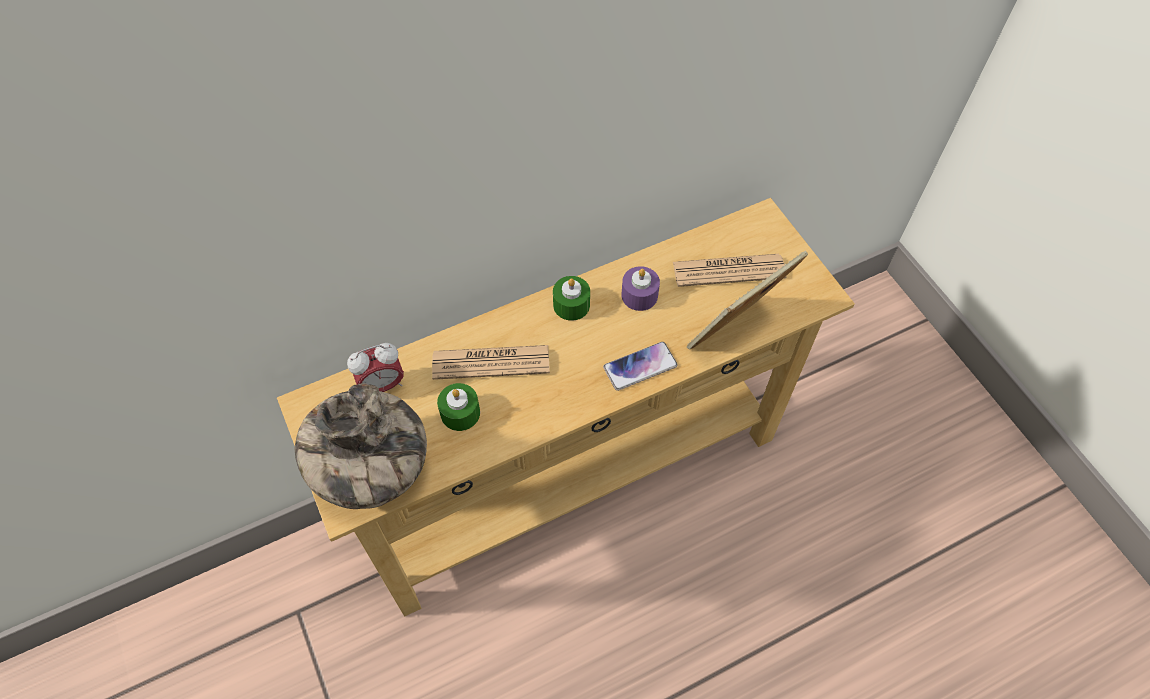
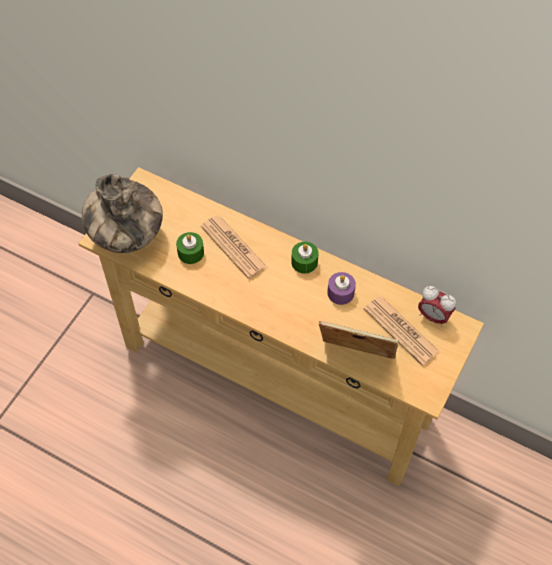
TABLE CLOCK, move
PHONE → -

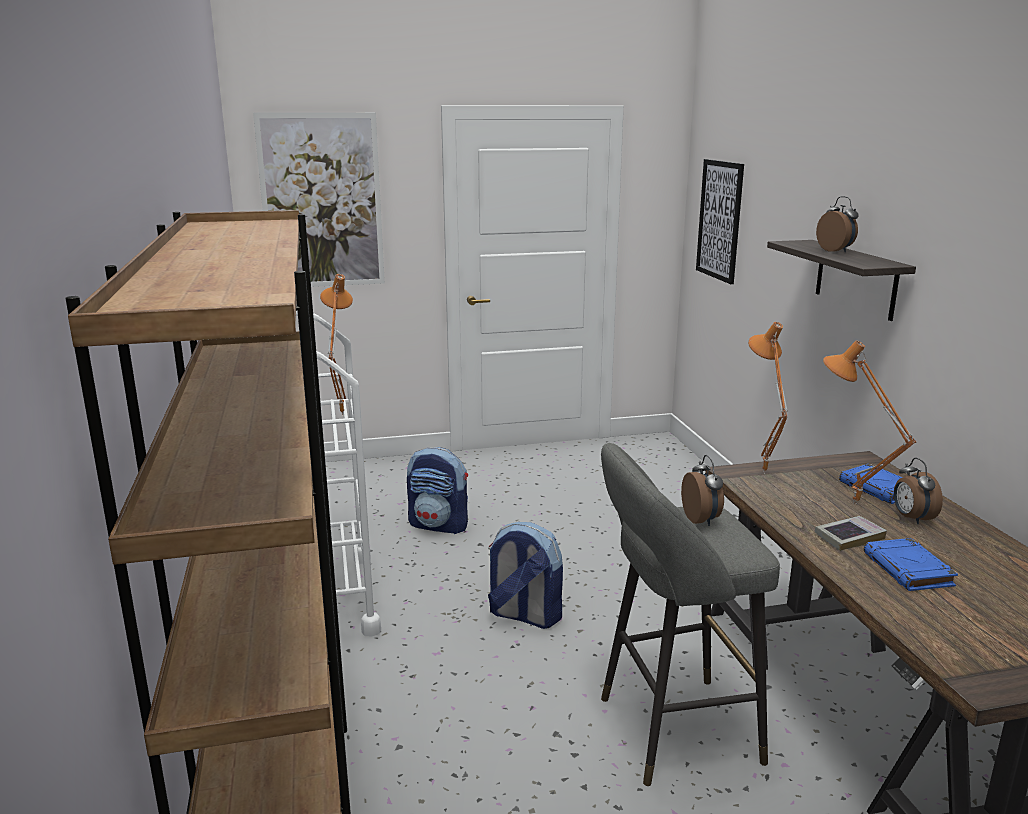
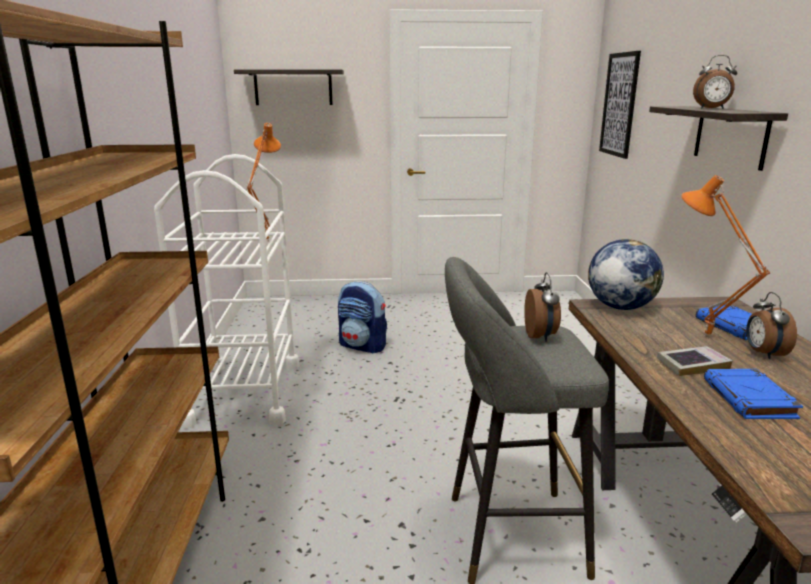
PICTURE (1st from left) → WALL SHELF (1st from left)
KNAPSACK (2nd from left) → -
ORANGE-COLOURED TABLE LAMP (2nd from left) → DESK GLOBE
TABLE CLOCK (2nd from left), 120 degrees clockwise

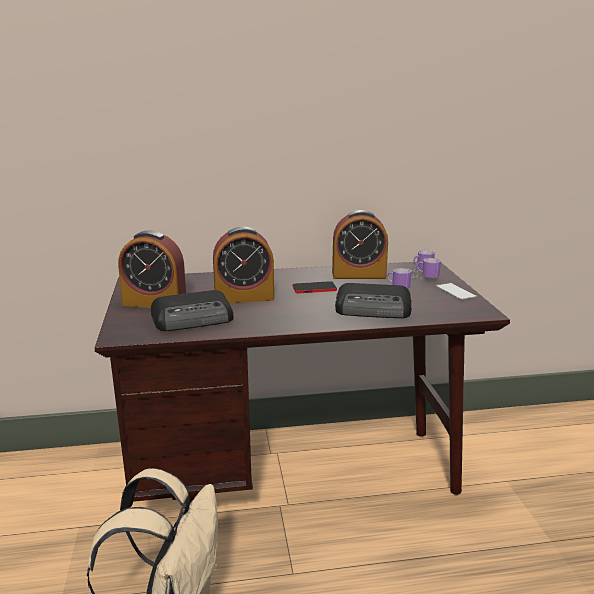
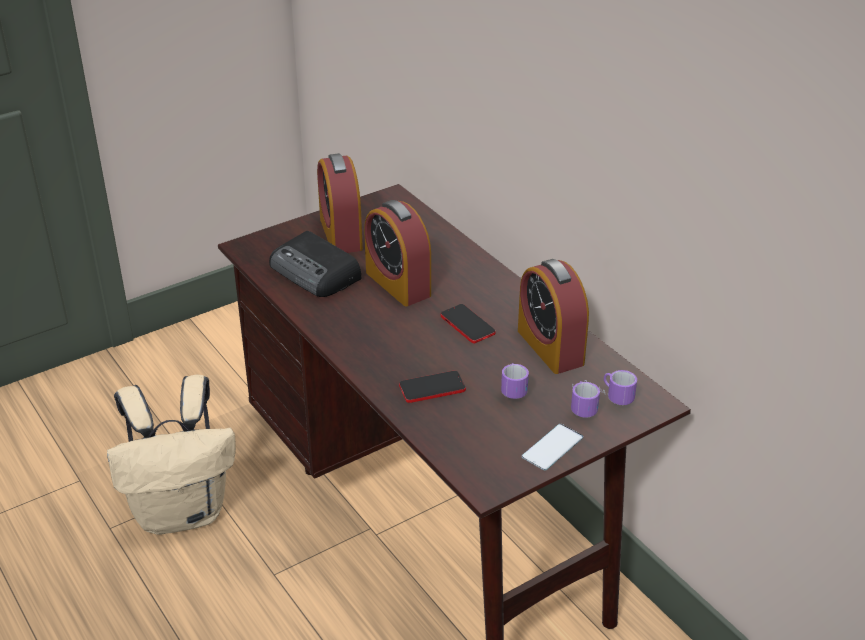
RADIO SET (2nd from left) → PHONE (1st from left)

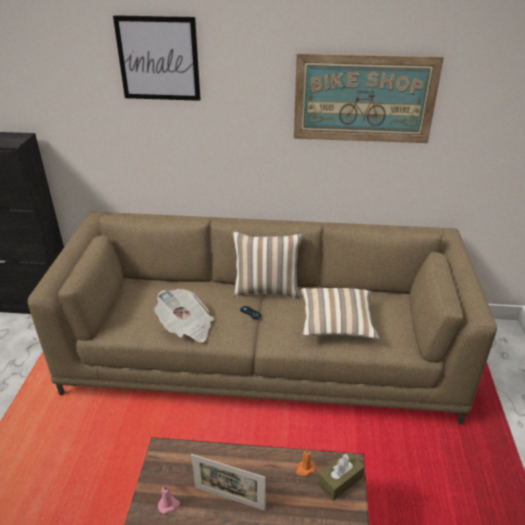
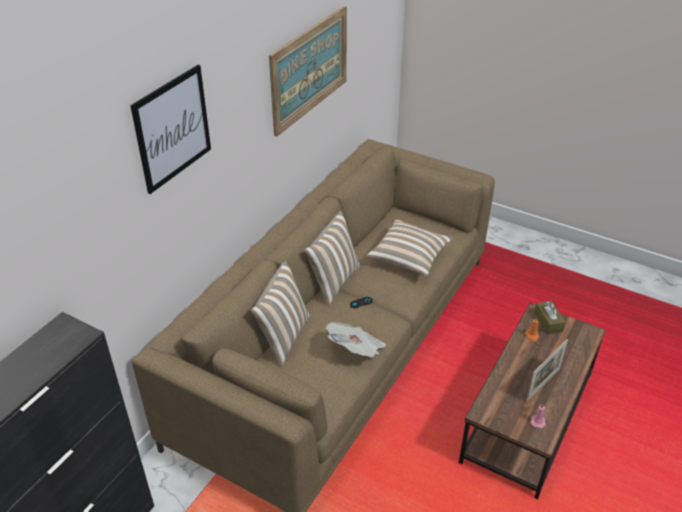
- → CUSHION (1st from left)

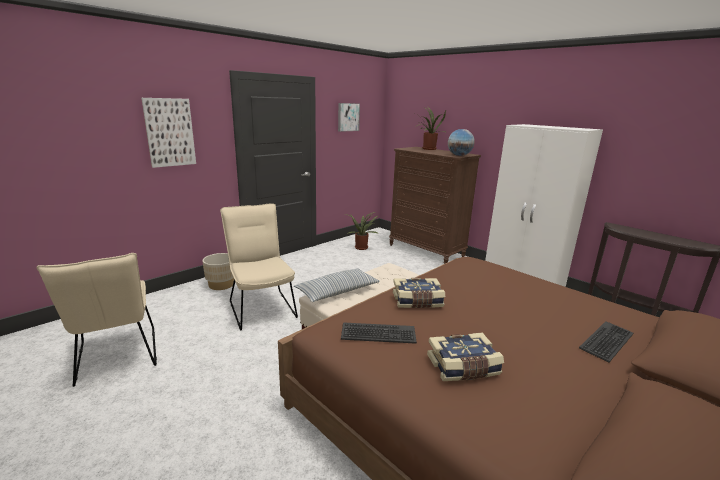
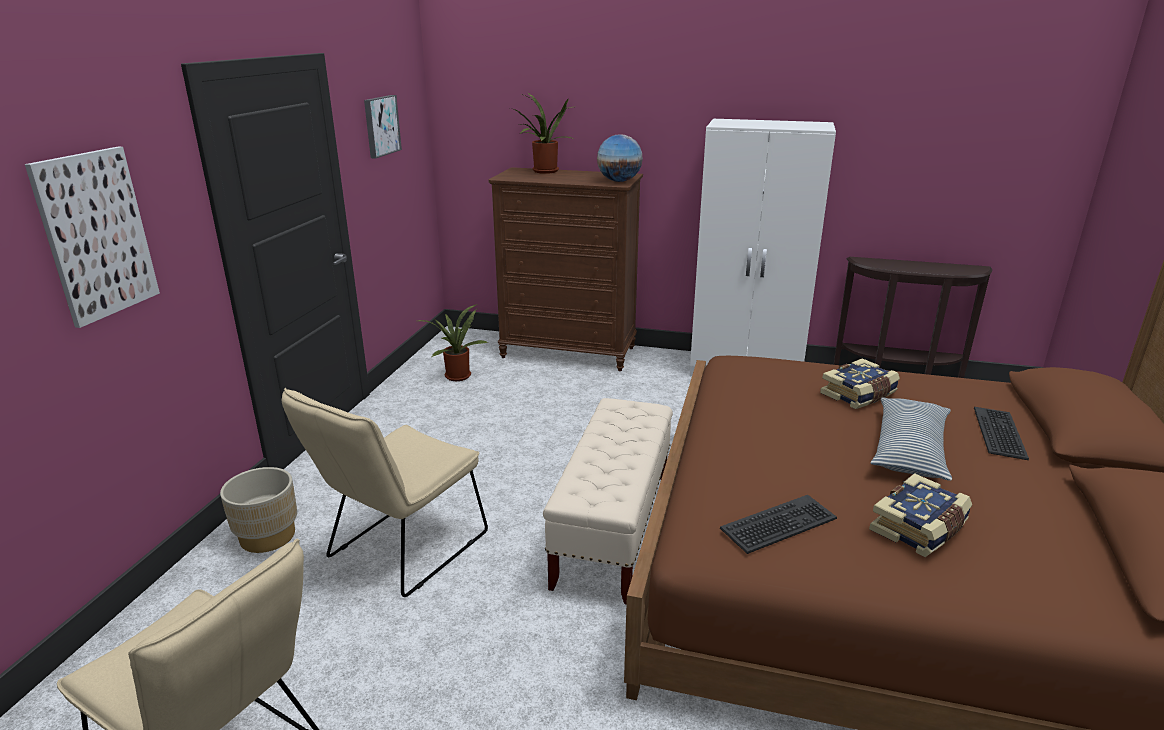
BEIGE-COLOURED CHAIR (2nd from left), 90 degrees counterclockwise
CUSHION, move
BOUND BOOK (1st from left), move

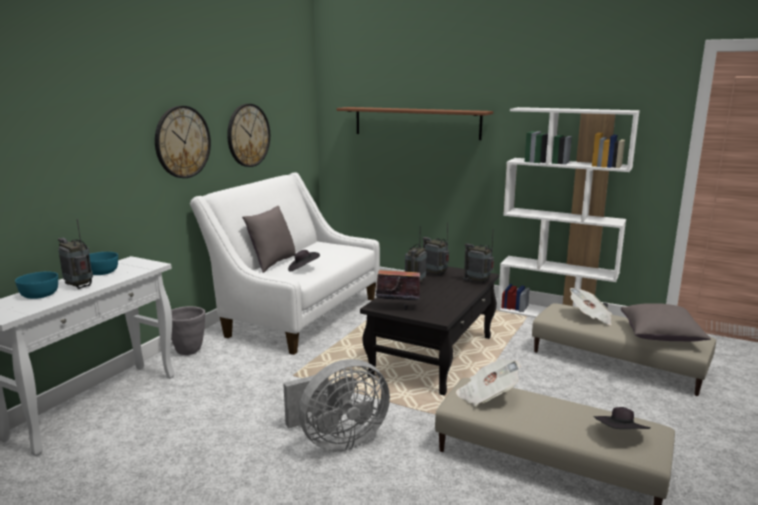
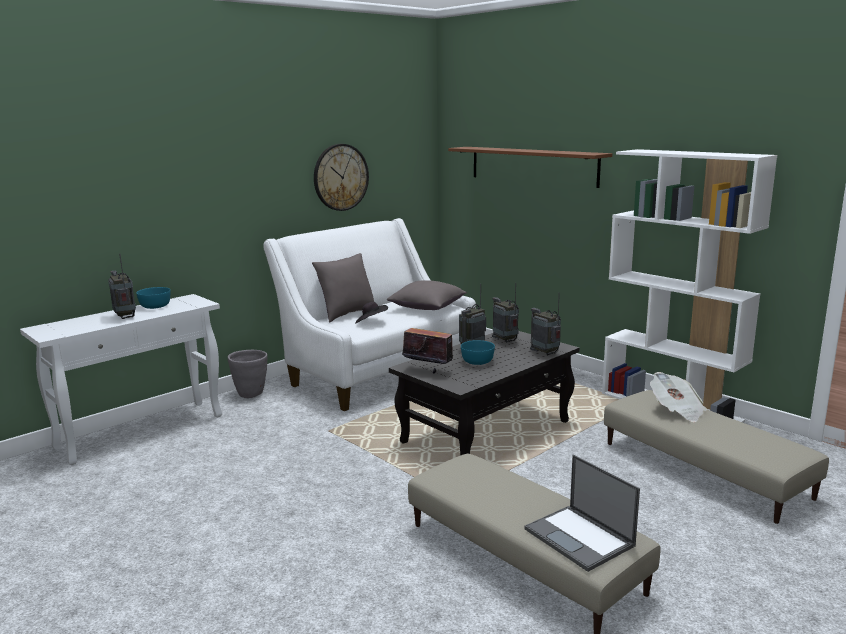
TURQUOISE BOWL (1st from left in the first image) → TURQUOISE BOWL (2nd from left), move
WALL CLOCK (1st from left) → -
GREY ELECTRIC FAN → -
PRINTED PAPER (1st from left) → -
BLACK HAT (2nd from left) → LAPTOP
GREY CUSHION (2nd from left), move

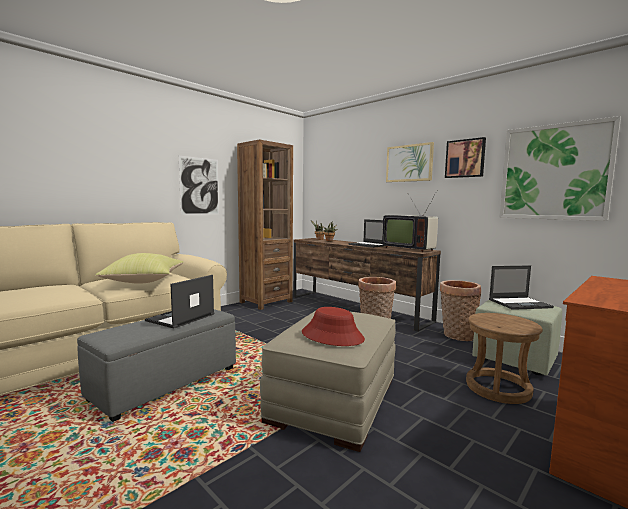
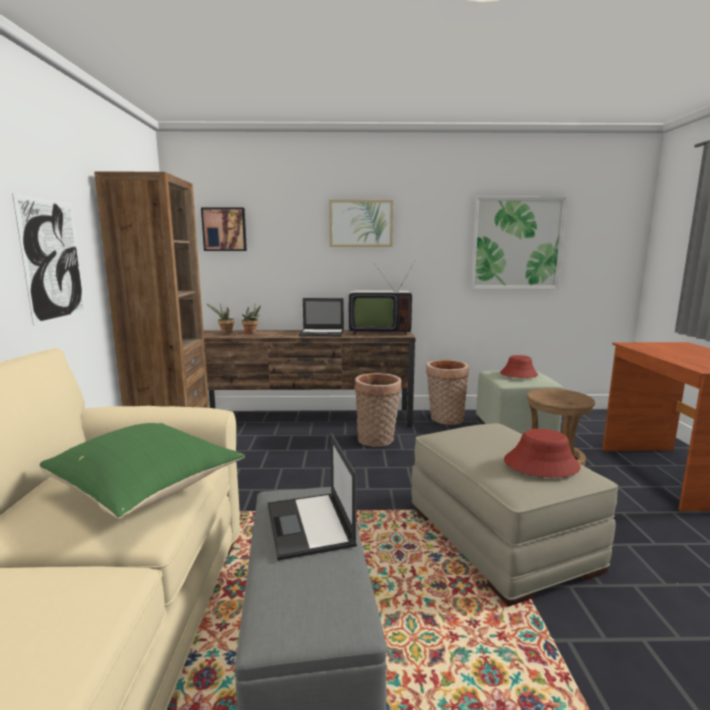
YELLOWISH CUSHION → GREENISH CUSHION
PICTURE (3rd from left in the first image) → PICTURE (2nd from left), move
LAPTOP (3rd from left) → RED HAT (1st from left)

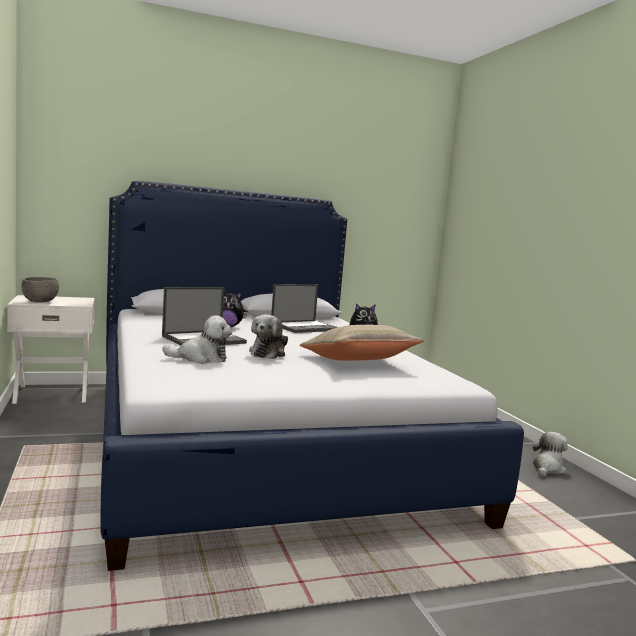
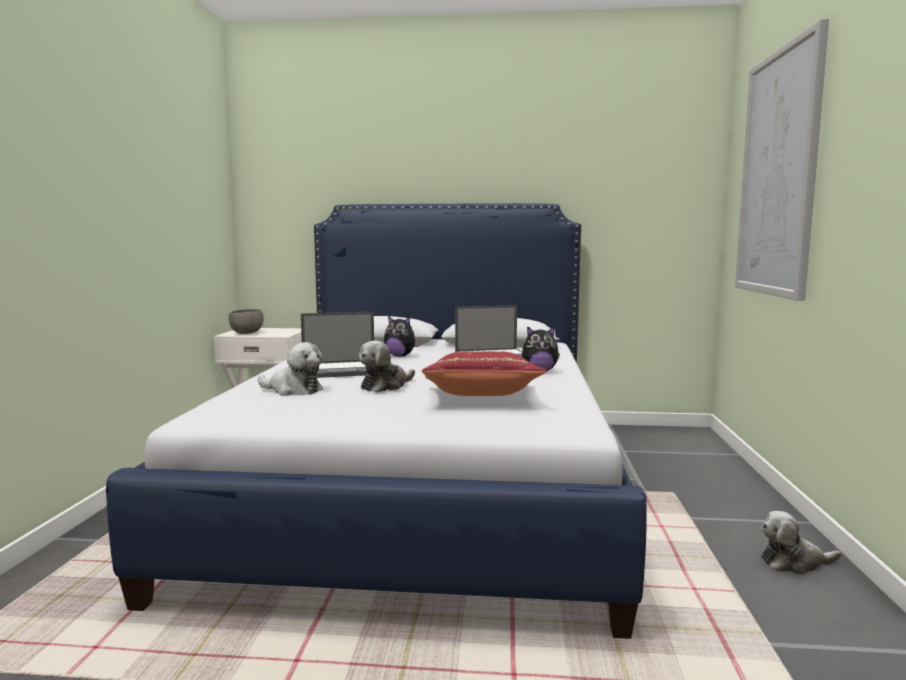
BEIGE-COLOURED CUSHION → RED CUSHION
CUDDLY TOY (5th from left), 150 degrees counterclockwise
- → PICTURE

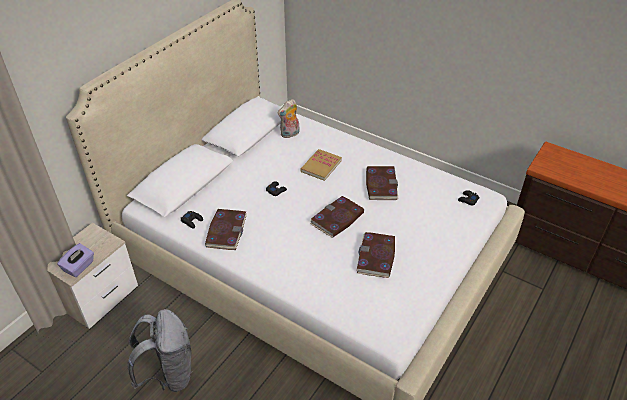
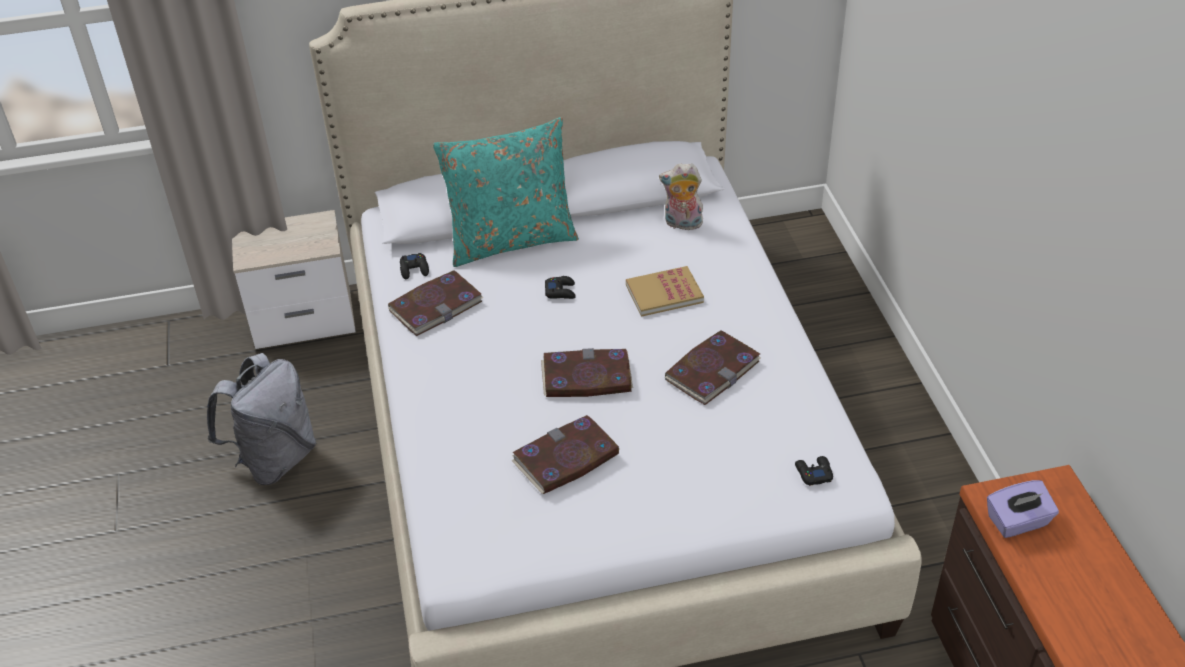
PURPLE-COLOURED BOX OF TISSUES, move
- → TURQUOISE CUSHION

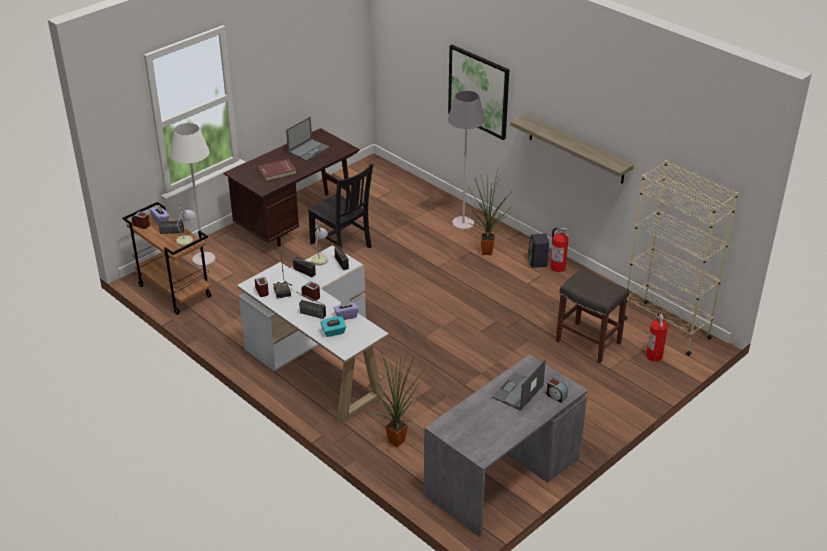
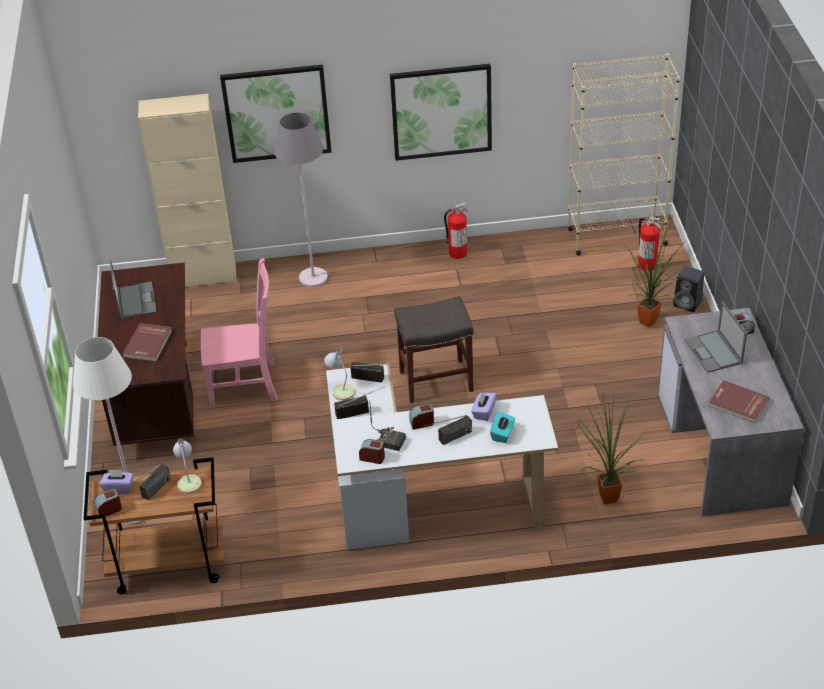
BLACK CHAIR → PINK-COLOURED CHAIR
HOUSEPLANT (2nd from left), move
WALL SHELF → PICTURE (2nd from left)
BLACK LOUDSPEAKER, move
GREY SITTING STOOL, move
- → BEIGE-COLOURED STORAGE CABINET
- → RED BOUND BOOK (2nd from left)

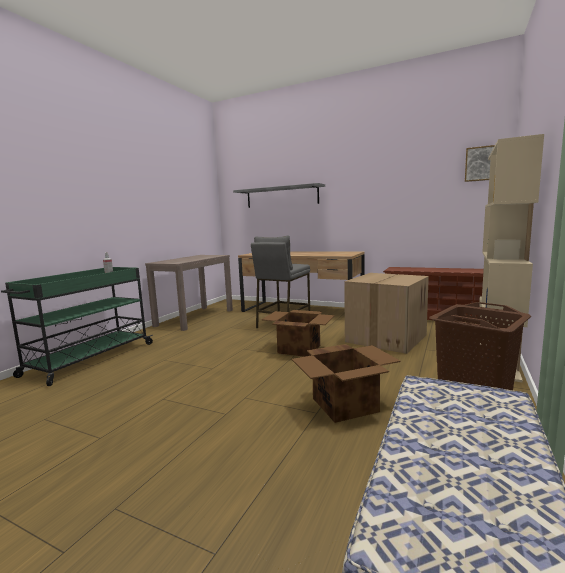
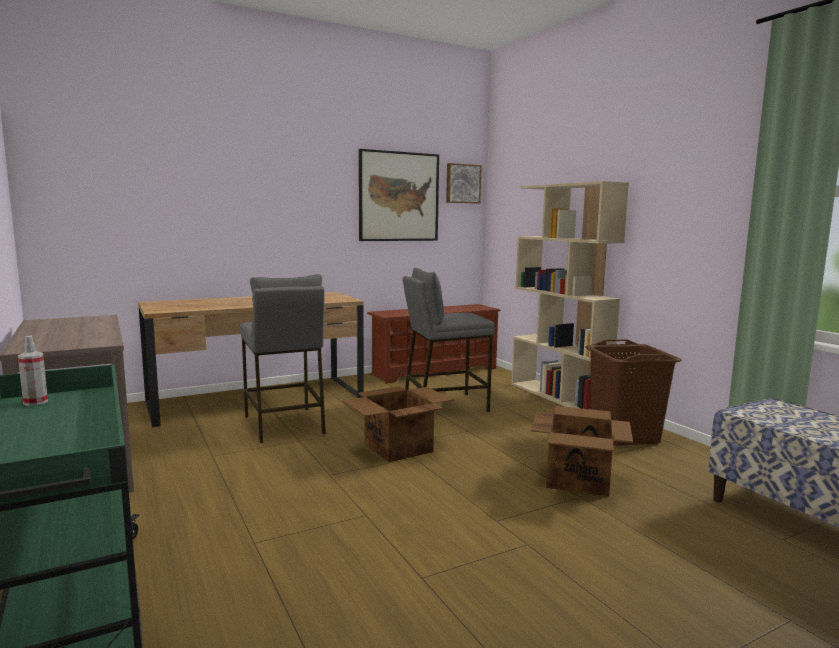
GREY WALL SHELF → -
PACKING BOX (3rd from left) → GREY SITTING STOOL (2nd from left)
- → PICTURE (1st from left)

